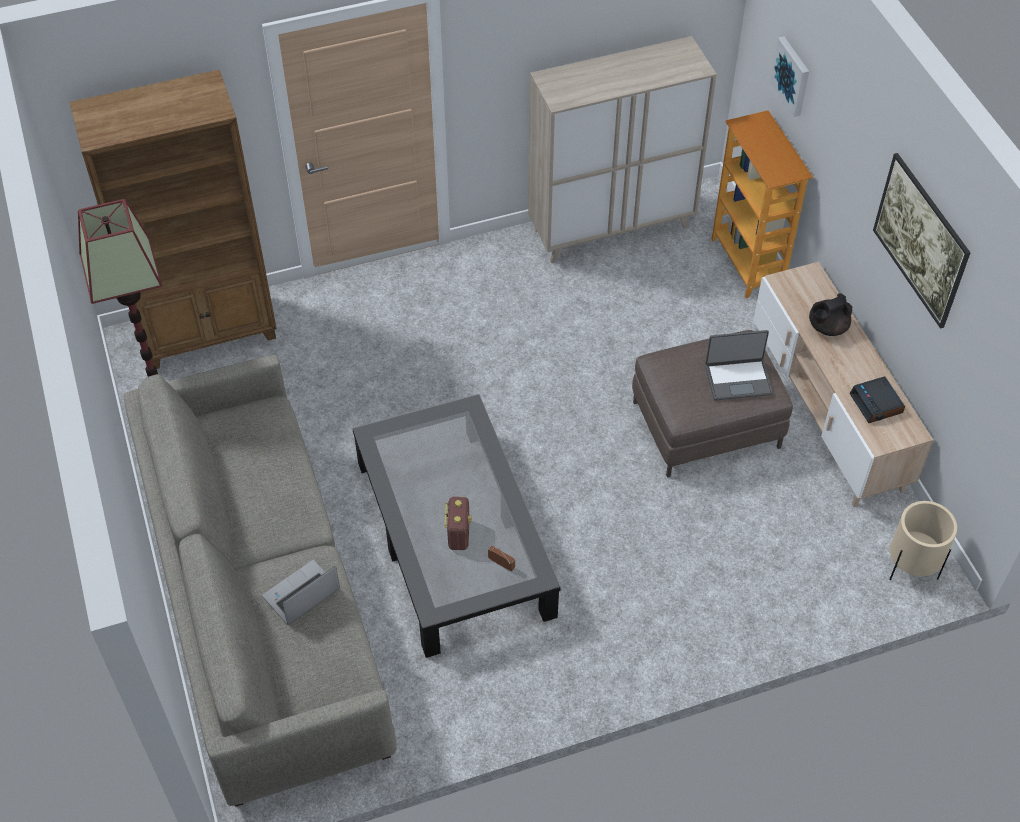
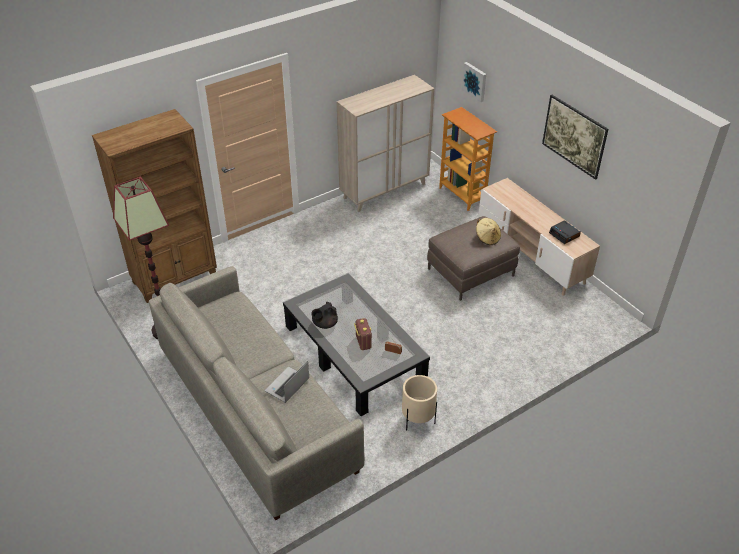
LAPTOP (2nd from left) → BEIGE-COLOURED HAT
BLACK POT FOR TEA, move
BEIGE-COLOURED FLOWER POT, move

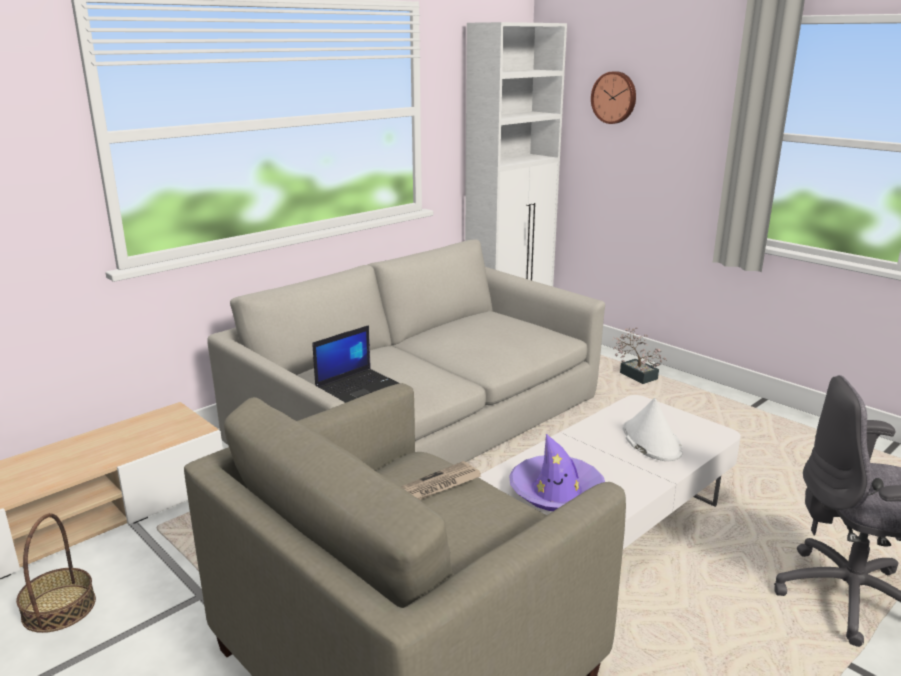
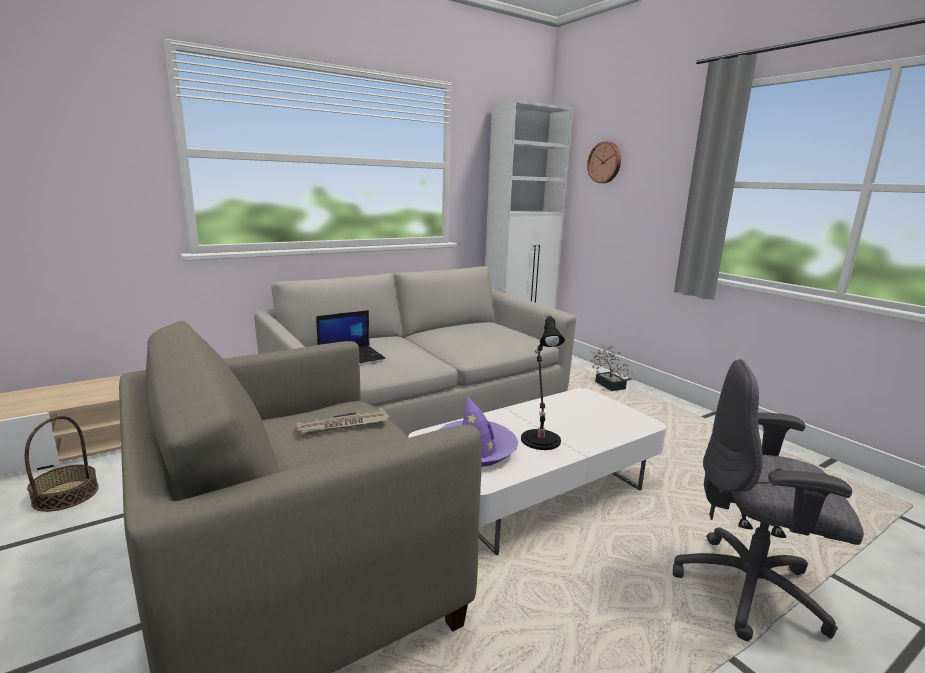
WHITISH HAT → -
- → BLACK TABLE LAMP

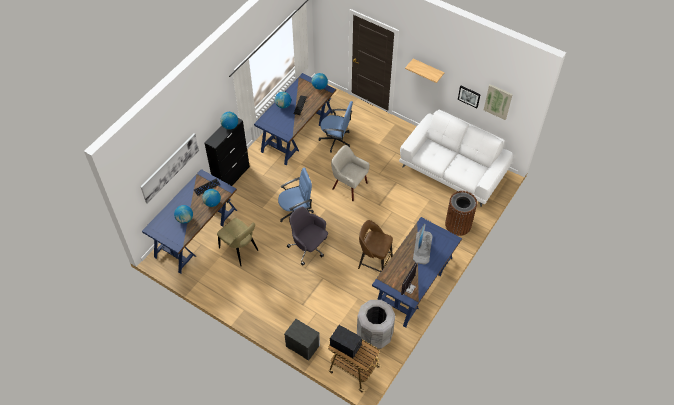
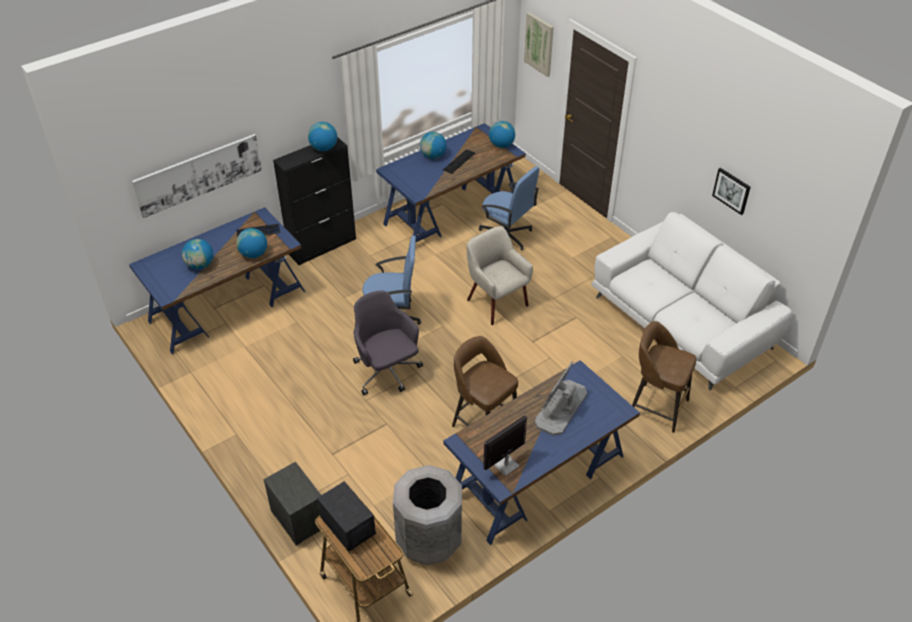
BEIGE-COLOURED CHAIR → -
WALL SHELF → -
BROWN RUBBISH BIN → BROWN SITTING STOOL (2nd from left)
PICTURE (3rd from left in the first image) → PICTURE (2nd from left), move

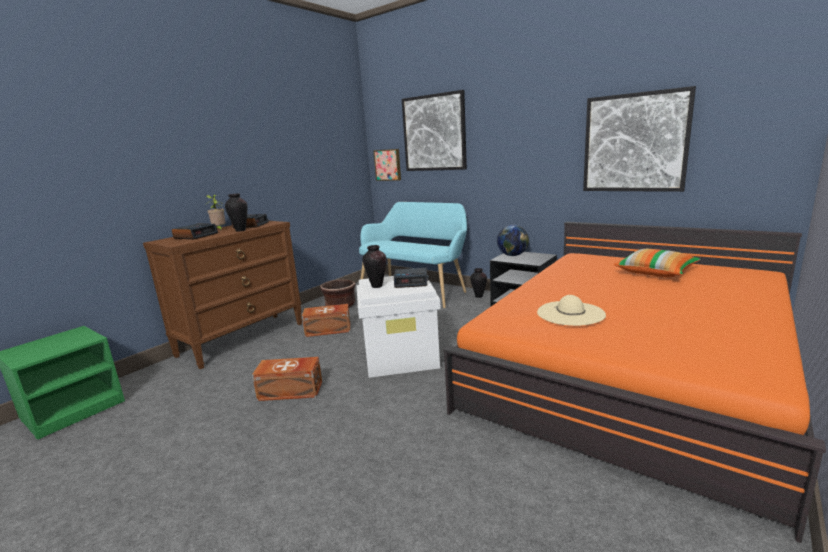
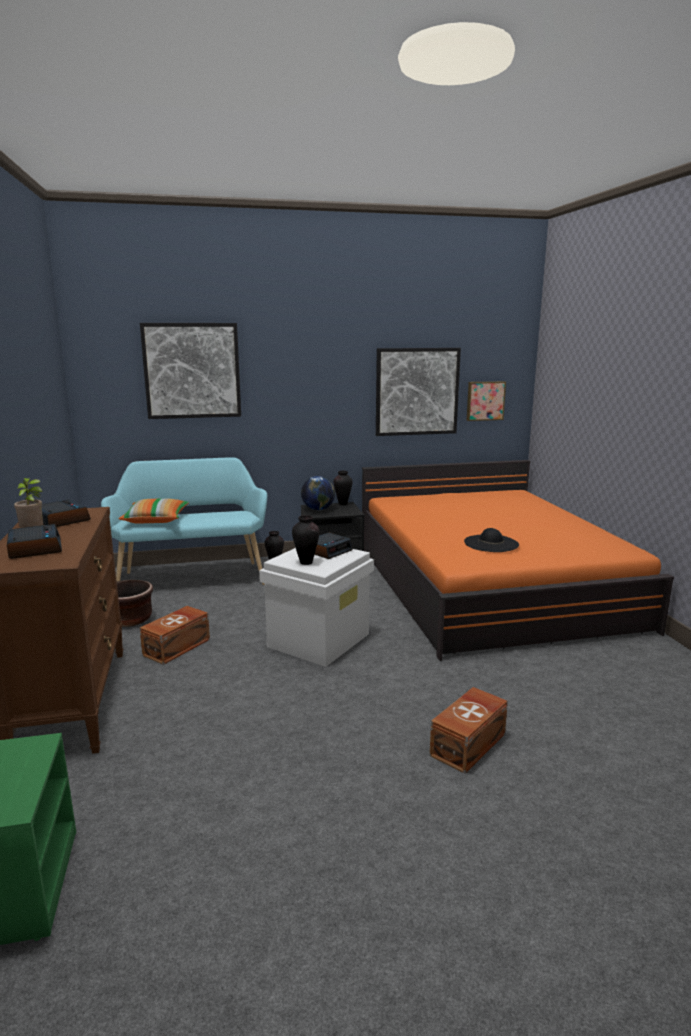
FLOWER VASE (1st from left in the first image) → FLOWER VASE (3rd from left), move
BROWN STORAGE BIN (1st from left in the first image) → BROWN STORAGE BIN (2nd from left), move
PICTURE (1st from left in the first image) → PICTURE (3rd from left), move
BEIGE-COLOURED HAT → BLACK HAT
CUSHION, move

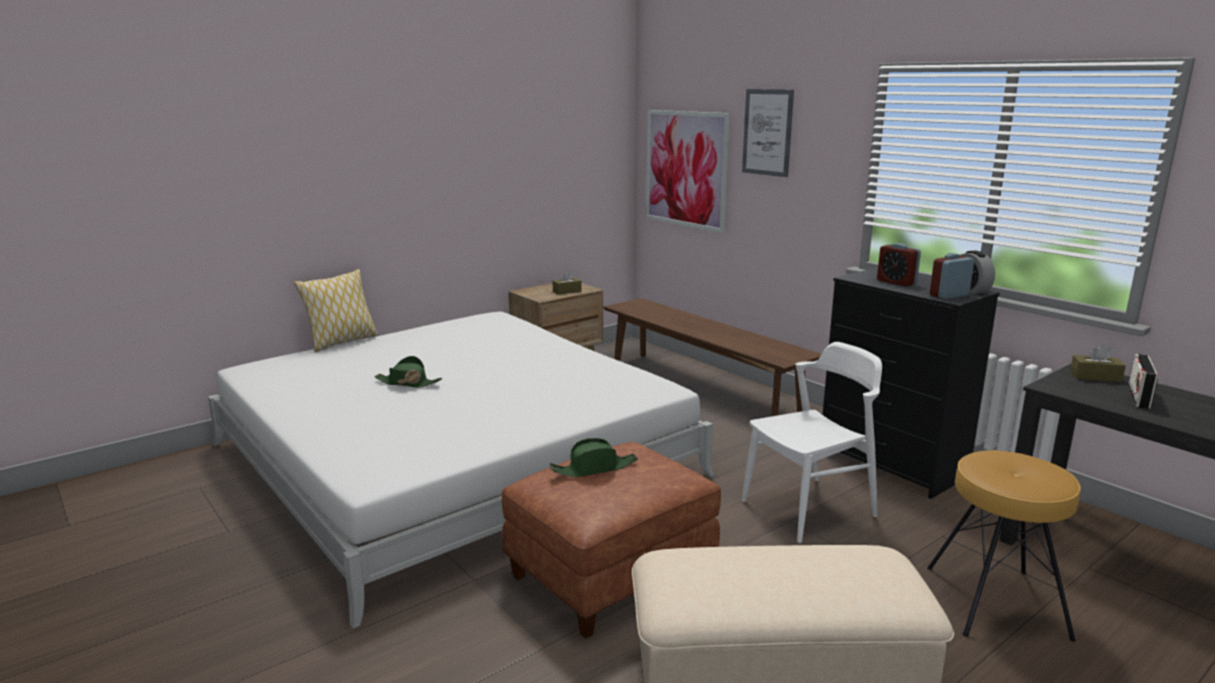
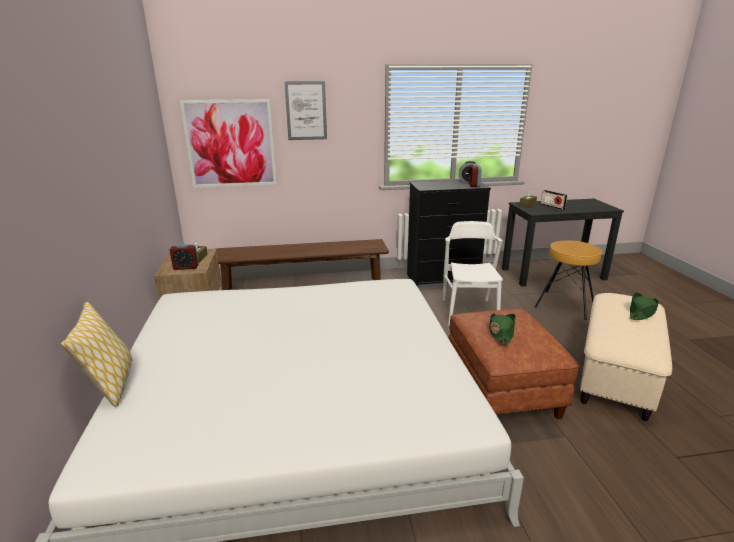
GREENISH HAT (1st from left in the first image) → GREENISH HAT (2nd from left), move
TABLE CLOCK (1st from left), move

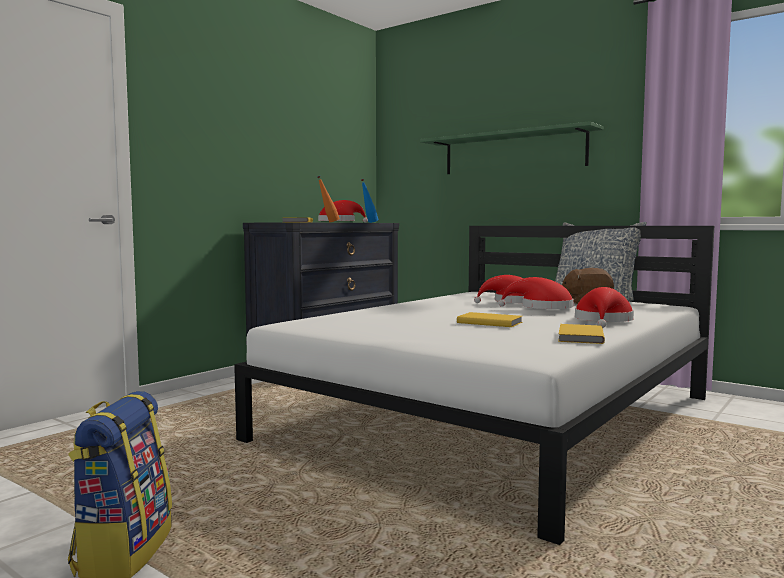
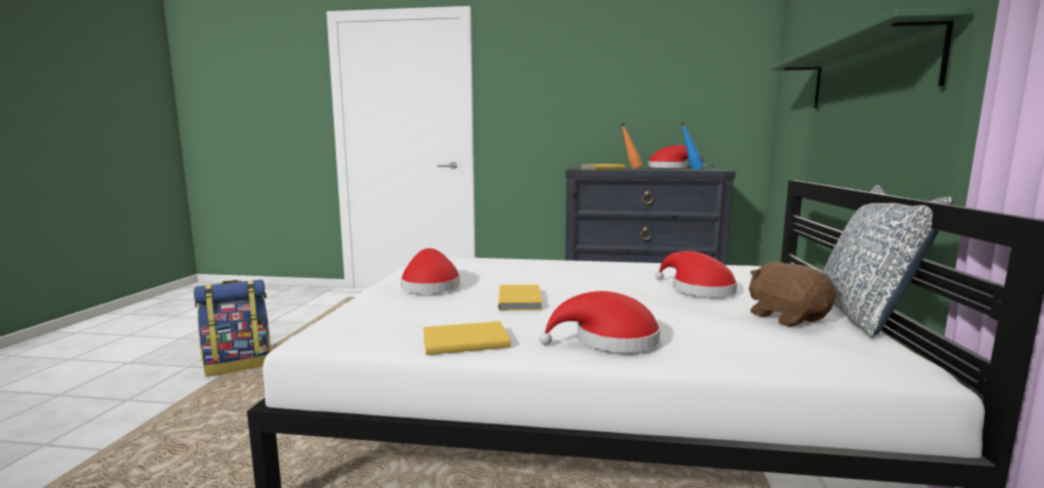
RED HAT (3rd from left in the first image) → RED HAT (1st from left), move

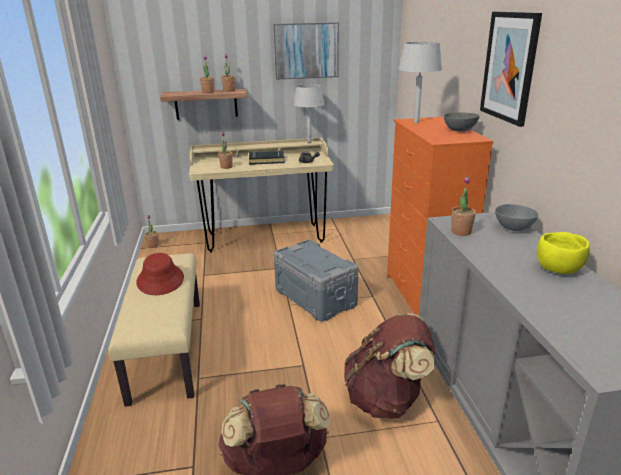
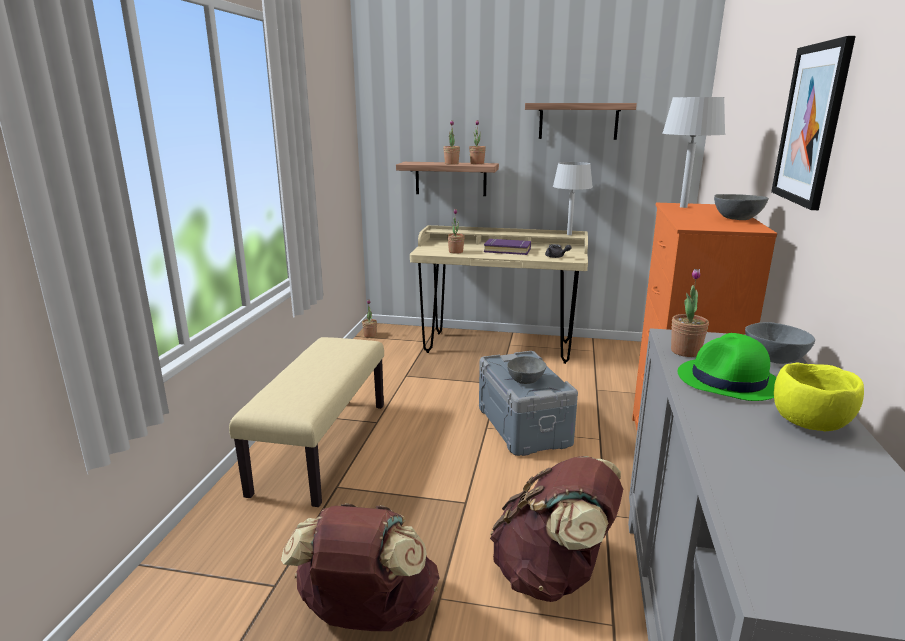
RED HAT → -
BLACK BOUND BOOK → PURPLE-COLOURED BOUND BOOK
PICTURE (1st from left) → WALL SHELF (2nd from left)
- → GREY BOWL (1st from left)
- → GREENISH HAT

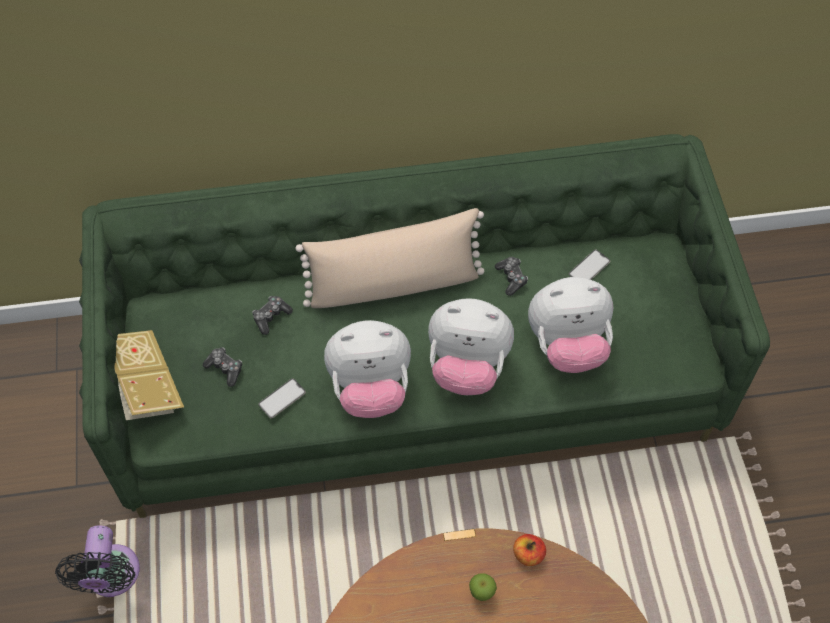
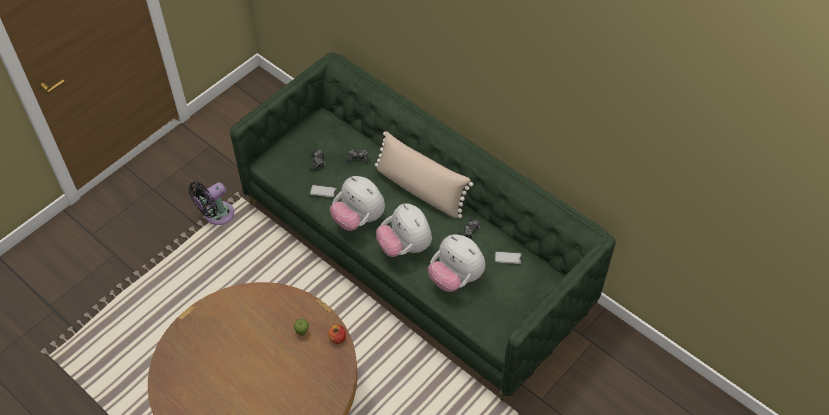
BOUND BOOK → -

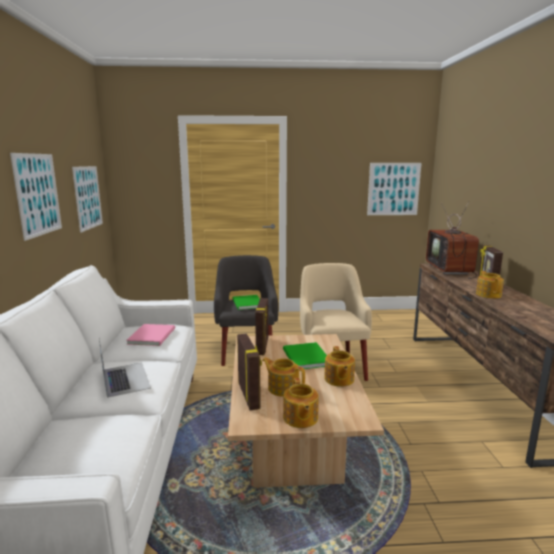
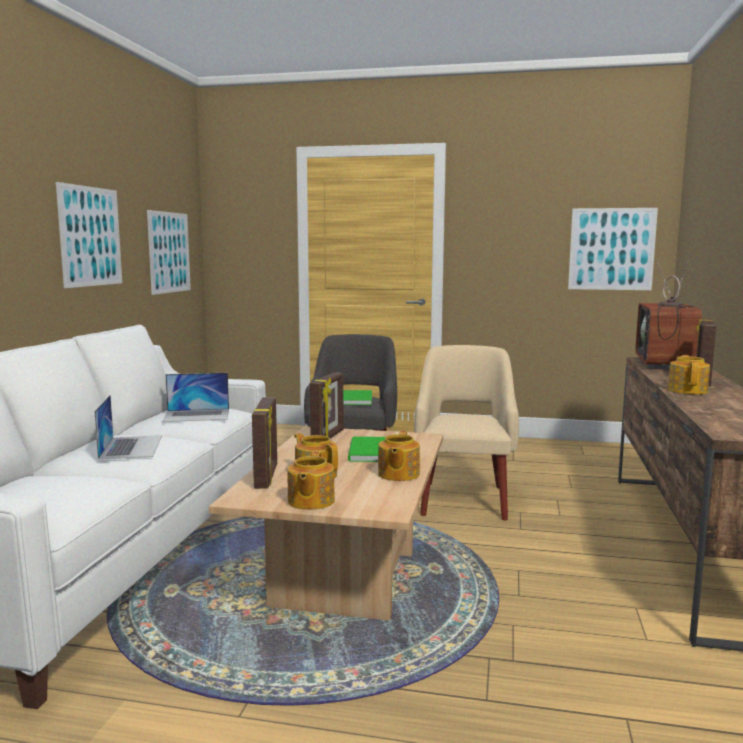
PINK-COLOURED BOUND BOOK → LAPTOP (2nd from left)

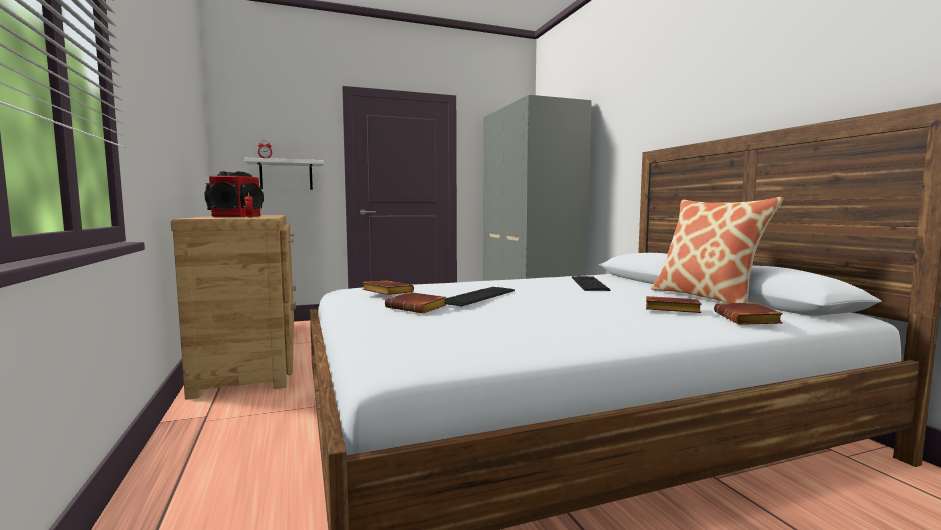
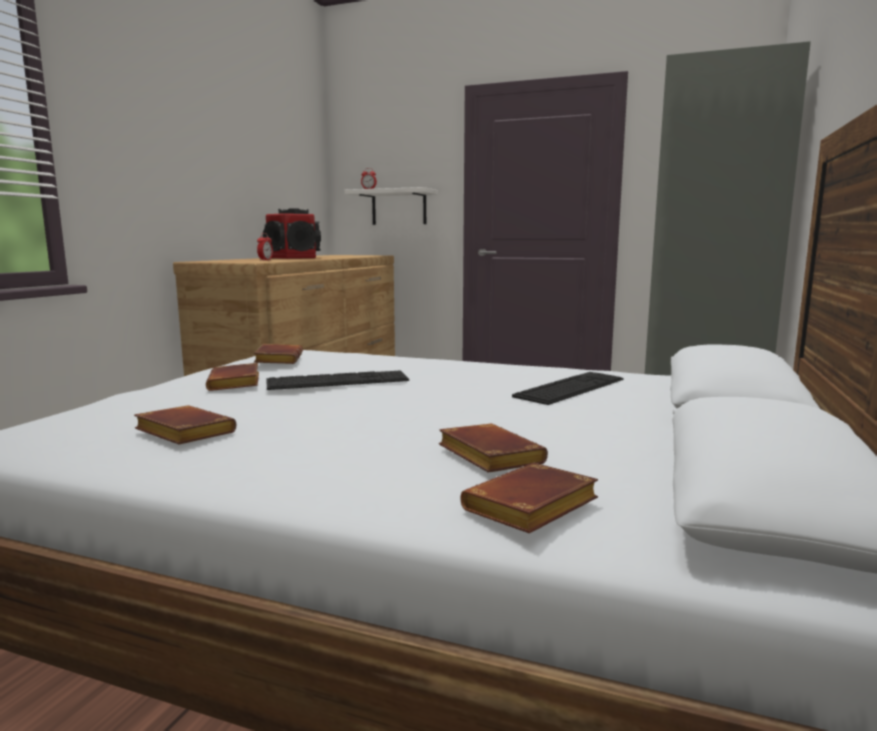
CUSHION → -
- → BROWN BOUND BOOK (1st from left)

